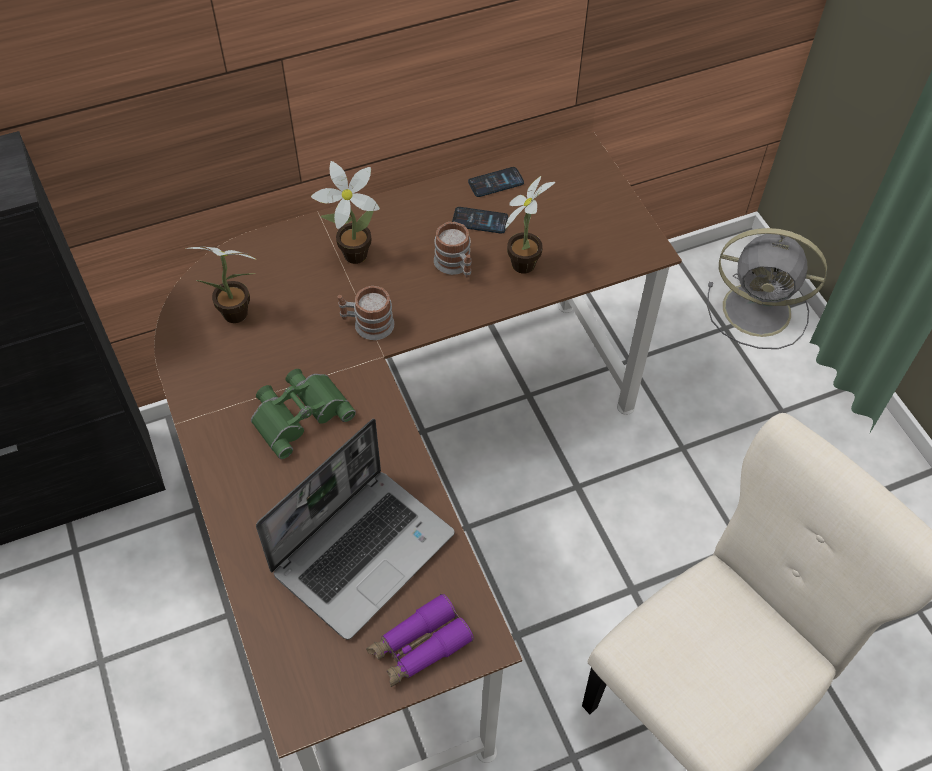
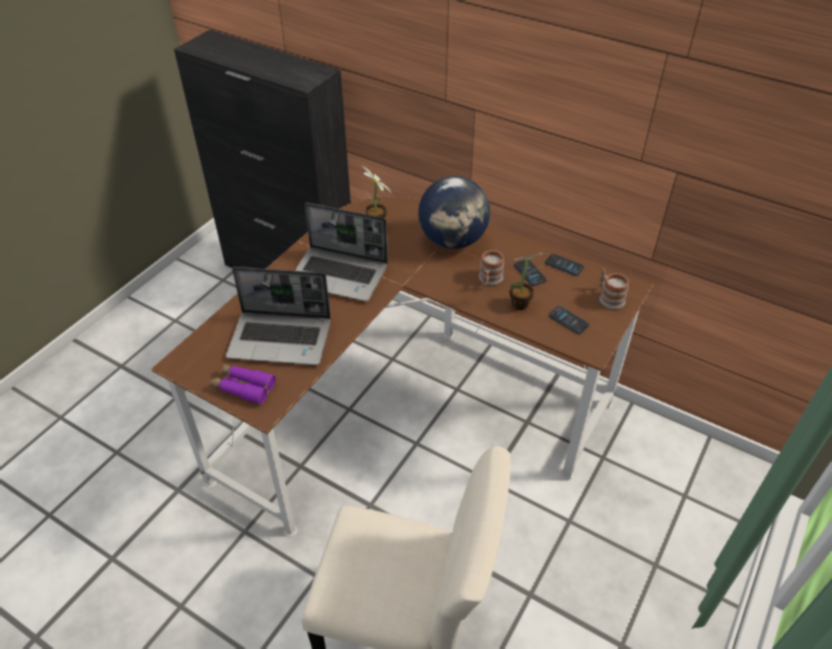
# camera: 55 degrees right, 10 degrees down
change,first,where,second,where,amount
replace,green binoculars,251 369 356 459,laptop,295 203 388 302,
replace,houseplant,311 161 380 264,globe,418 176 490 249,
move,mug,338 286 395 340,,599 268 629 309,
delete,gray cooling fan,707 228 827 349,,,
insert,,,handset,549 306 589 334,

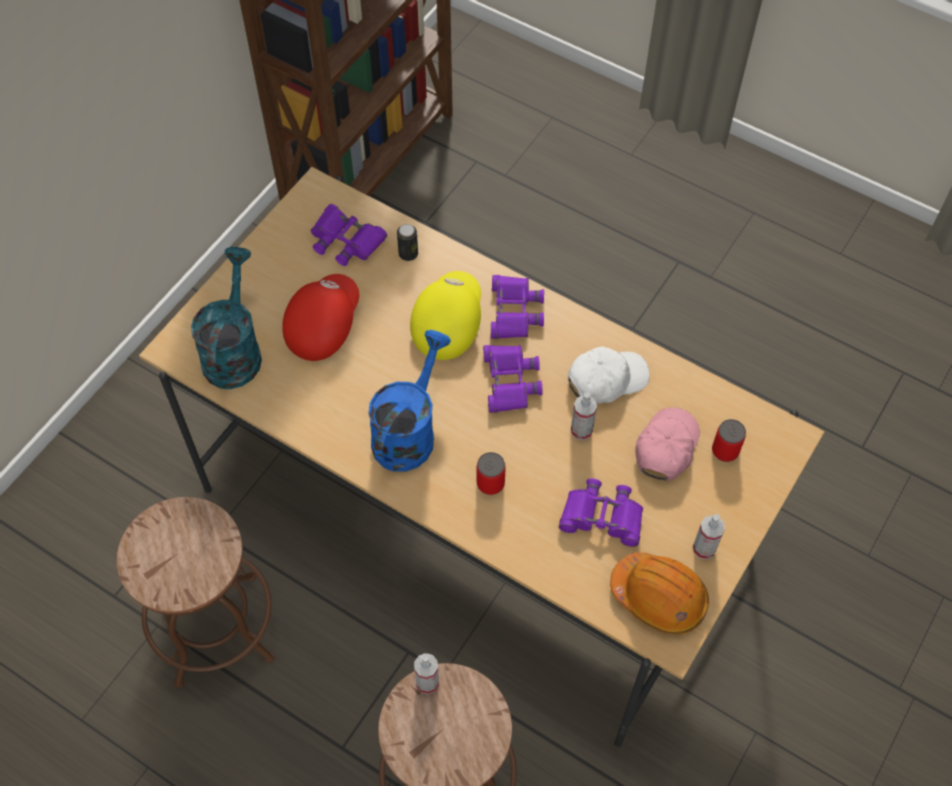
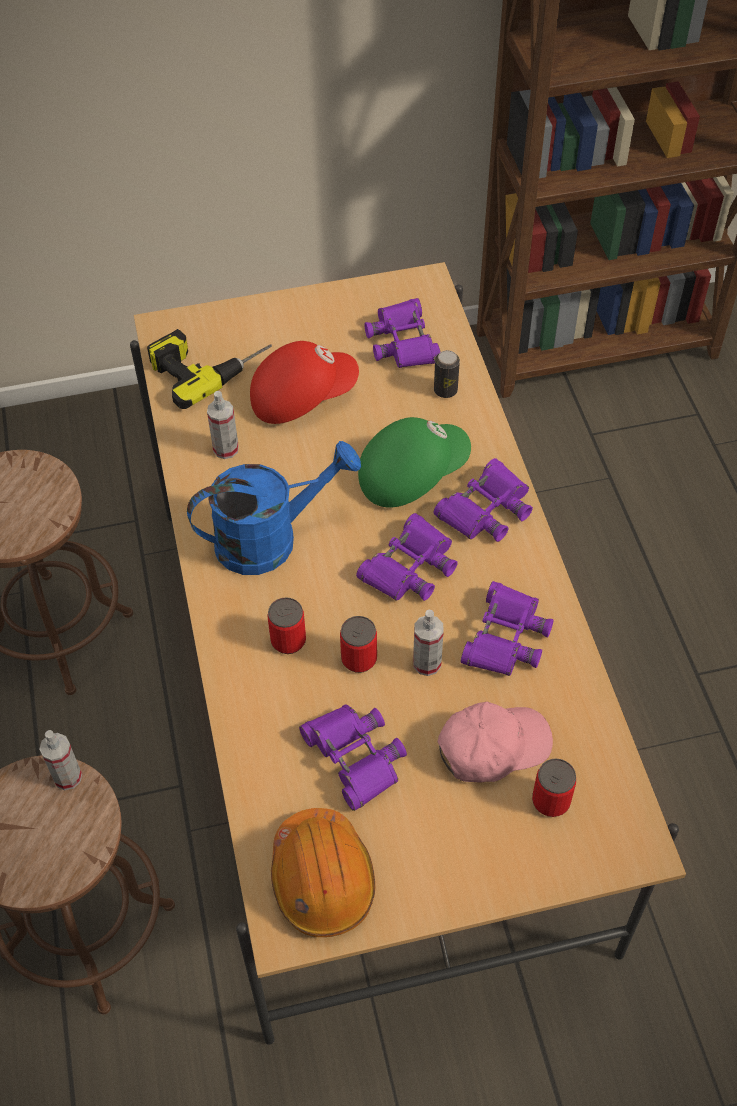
# camera: 45 degrees right, 5 degrees down
change,first,where,second,where,amount
replace,turquoise watering pot,191 247 262 389,power drill,147 329 272 409,
recolor,yellow baseball cap,410 271 481 360,green baseball cap,358 417 471 508,
replace,whitish baseball cap,568 346 650 404,purple binoculars,461 581 554 676,
move,sprayer,693 514 725 560,,207 391 239 459,
insert,,,sealed can,340 616 377 673,

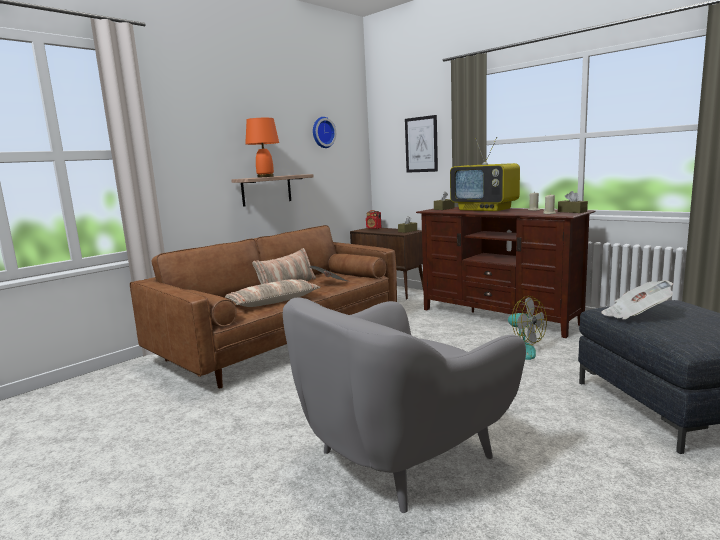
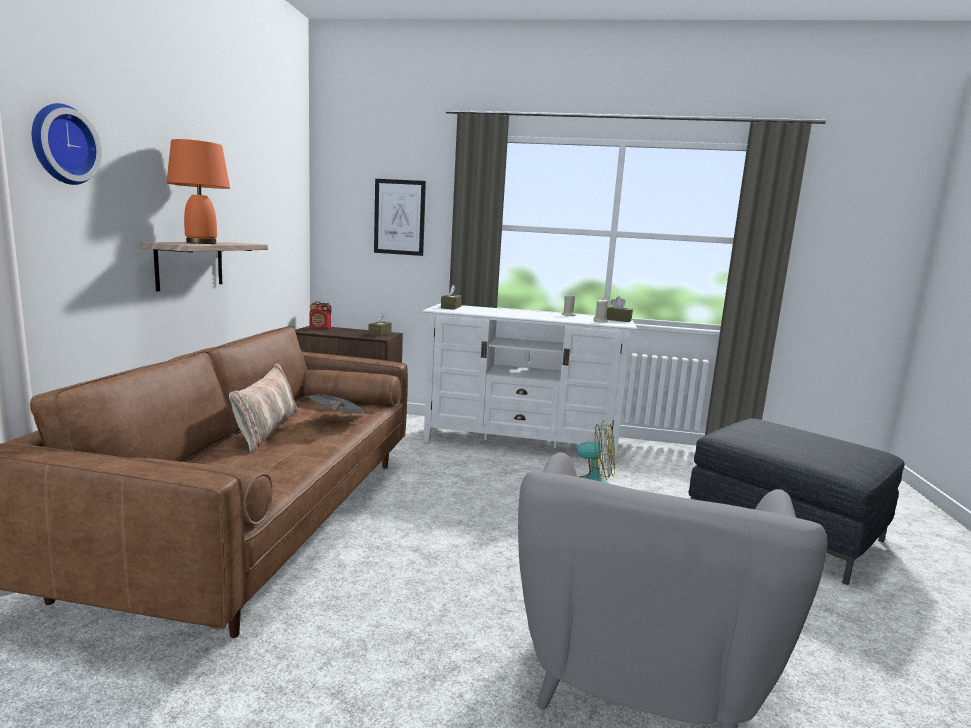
# camera: 35 degrees left, 0 degrees up
change,first,where,second,where,amount
delete,pillow,225 279 320 307,,,
move,clock on the wall,313 117 336 148,,32 103 102 185,
recolor,brownish tv stand,416 207 596 338,whitish tv stand,422 304 637 464,
delete,TV set,450 137 520 211,,,
delete,printed paper,601 281 673 319,,,

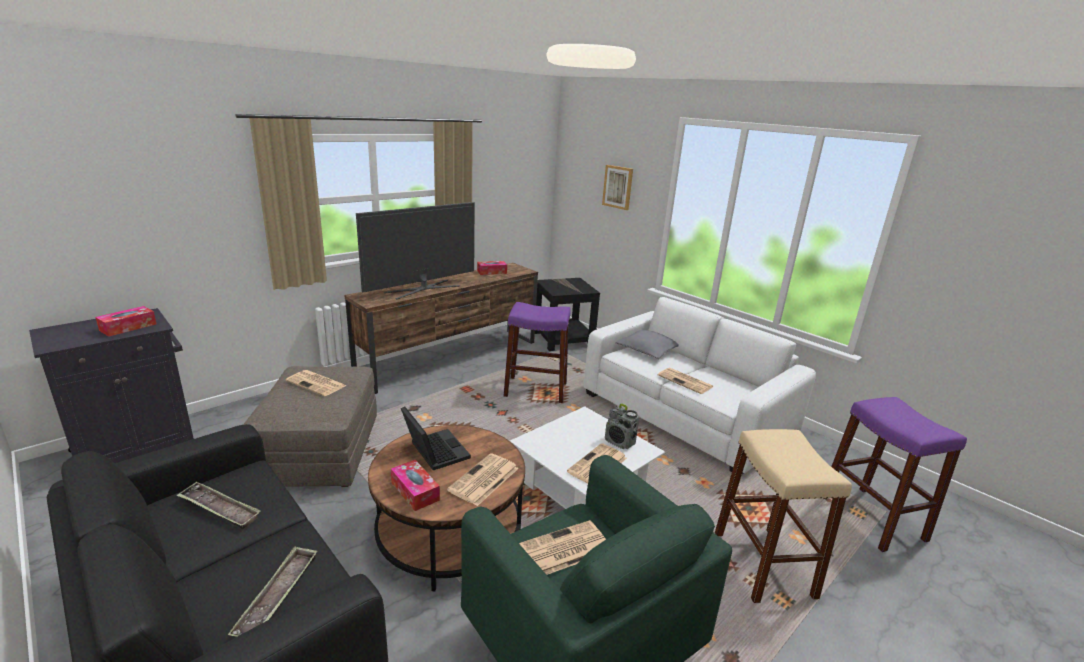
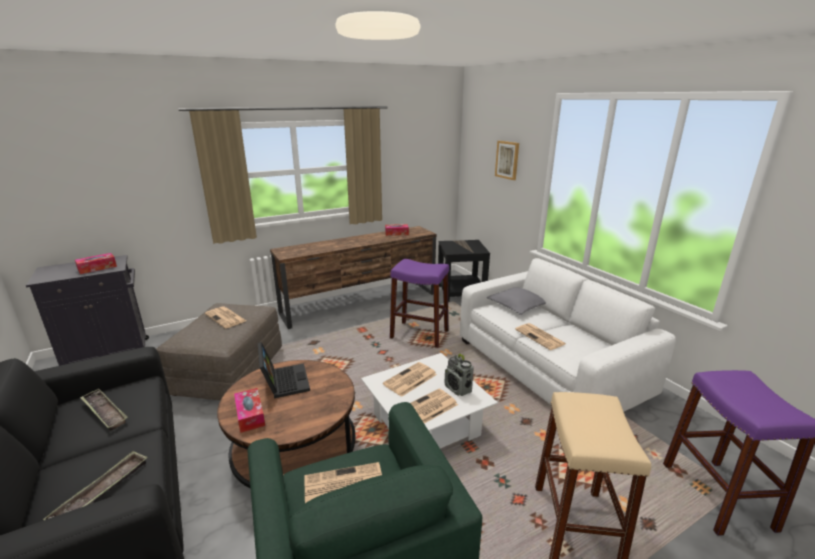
# camera: 15 degrees right, 0 degrees up
change,first,where,second,where,amount
delete,TV set,356 202 475 300,,,
move,printed paper,447 453 519 506,,383 362 437 397,

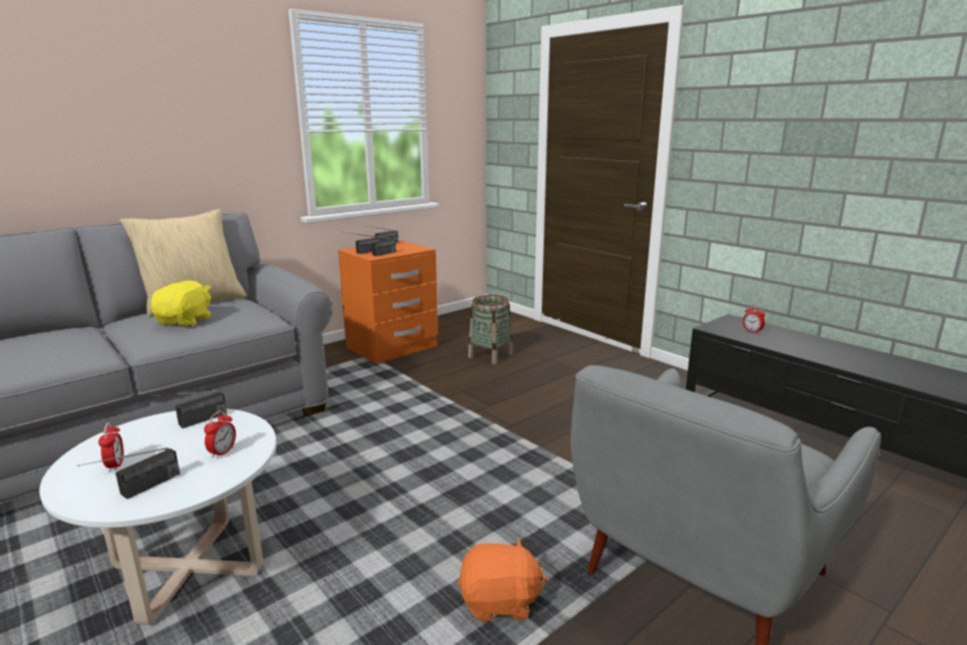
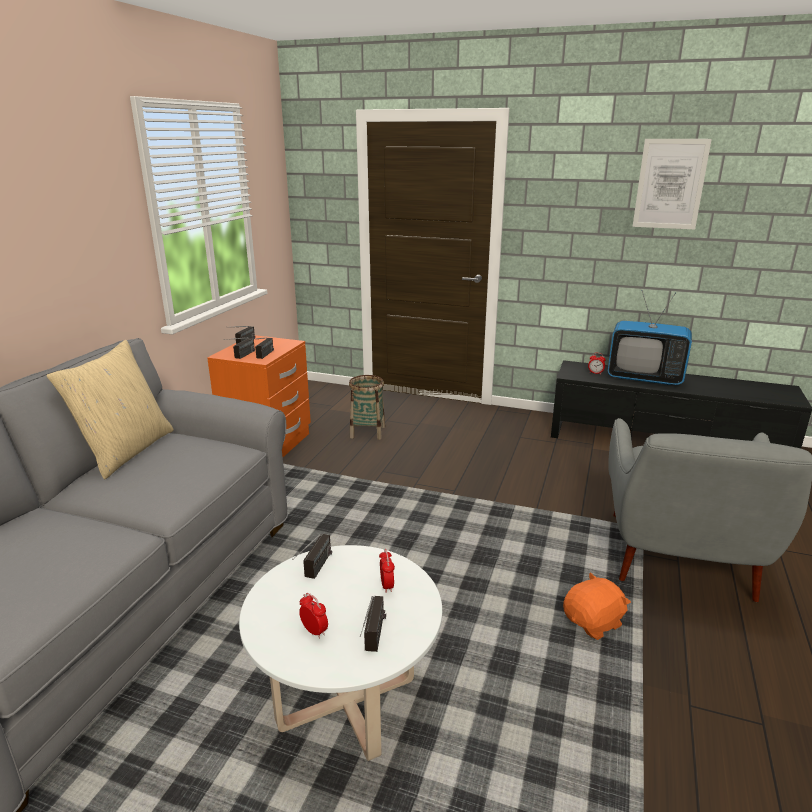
# camera: 30 degrees left, 5 degrees up
change,first,where,second,where,amount
delete,yellow plush toy,151 280 211 327,,,
insert,,,TV set,608 290 692 385,
insert,,,wall art,632 139 712 229,

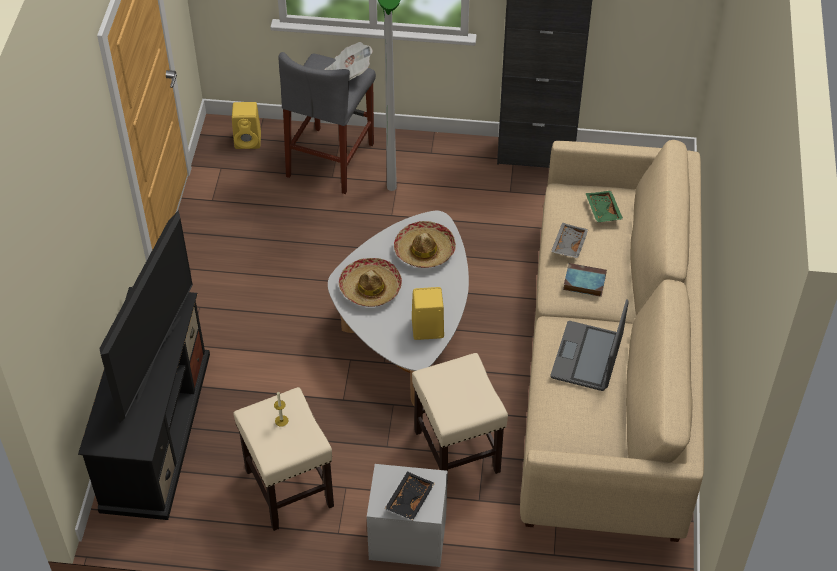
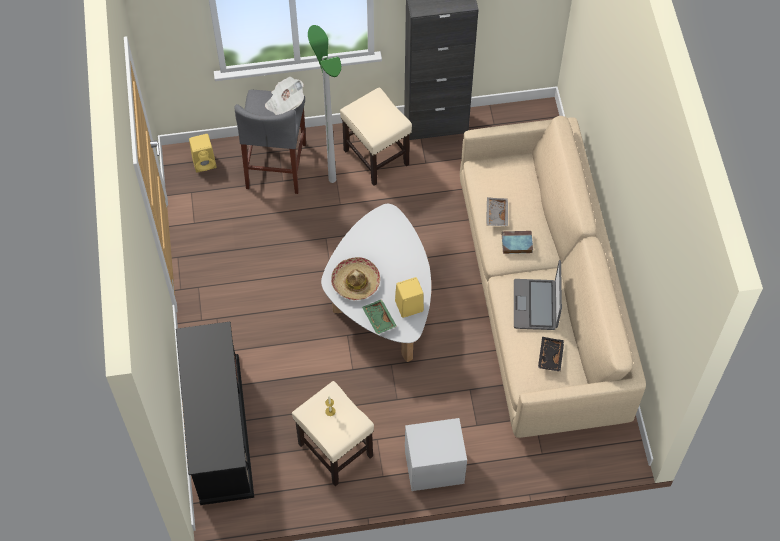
# camera: 15 degrees left, 10 degrees up
change,first,where,second,where,amount
delete,TV set,99 210 193 424,,,
move,blackish serving tray,385 471 435 520,,538 337 564 372,
delete,clothing hat,394 221 456 268,,,
move,sand-coloured stool,412 353 508 483,,340 87 412 186,
move,green serving tray,586 191 623 222,,362 299 397 334,

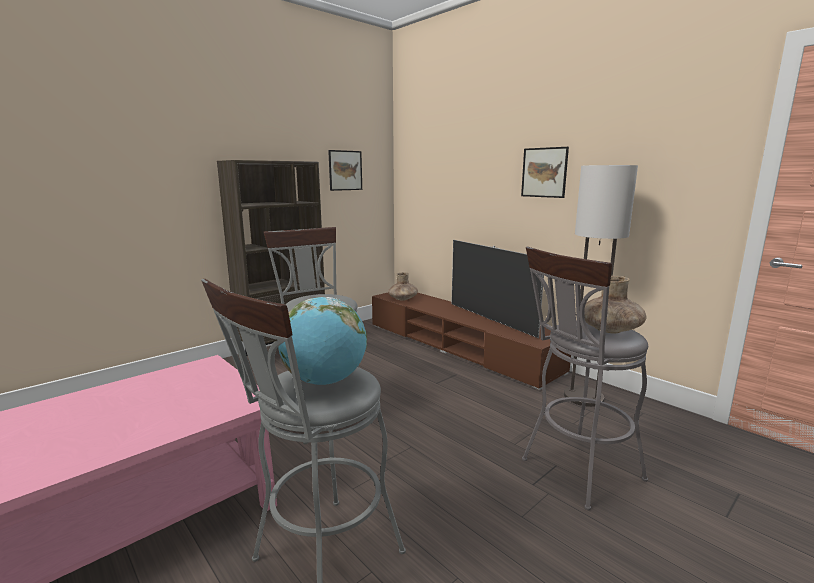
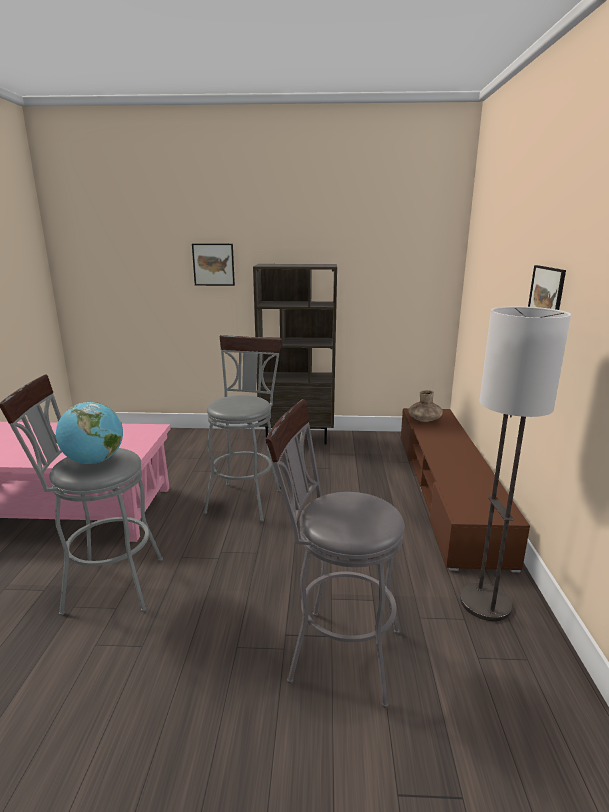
# camera: 45 degrees right, 5 degrees up
change,first,where,second,where,amount
move,wall art,328 150 362 191,,192 244 235 286,
delete,TV set,451 240 544 338,,,
delete,brownish flower vase,584 276 647 333,,,

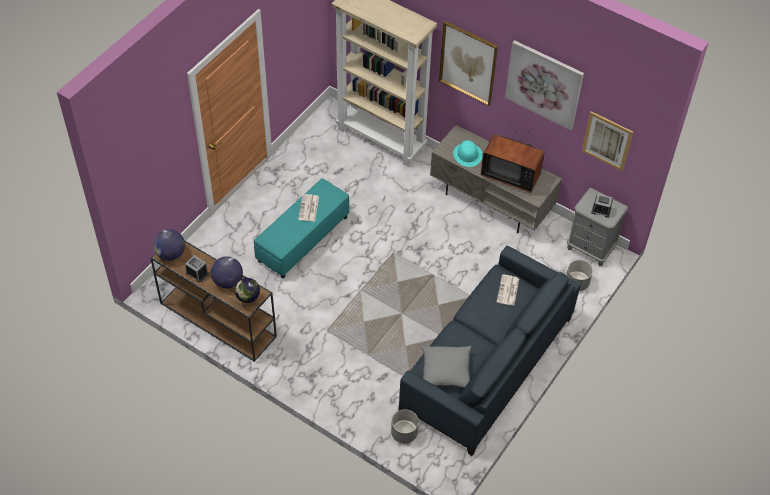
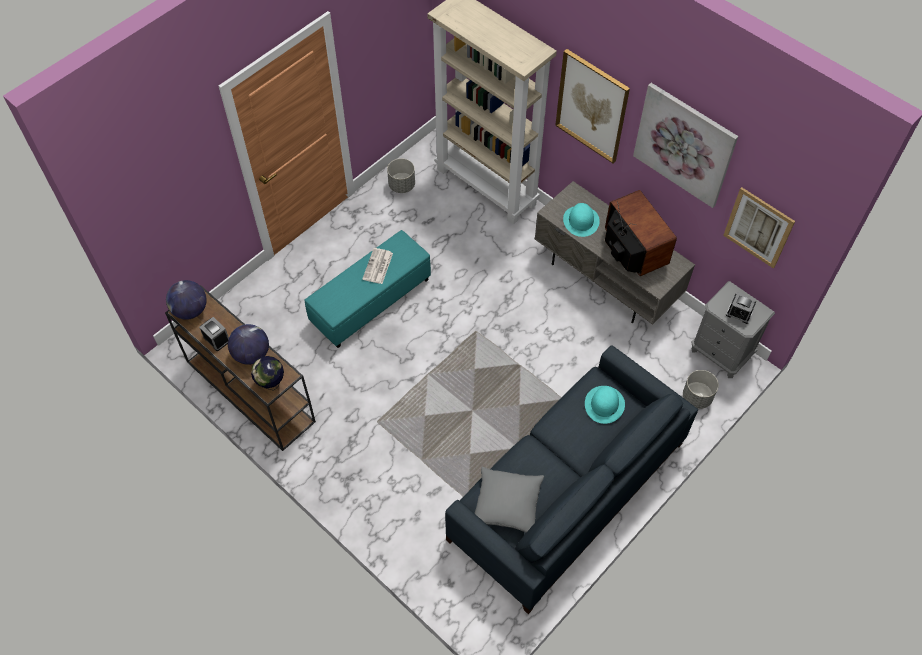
# camera: 10 degrees right, 5 degrees up
change,first,where,second,where,amount
move,gray plant pot,391 409 419 444,,387 158 415 193,
rotate,TV set,481 124 545 193,,605 190 677 276,150 degrees counterclockwise
replace,printed paper,497 274 519 306,turquoise clothing hat,585 386 625 424,

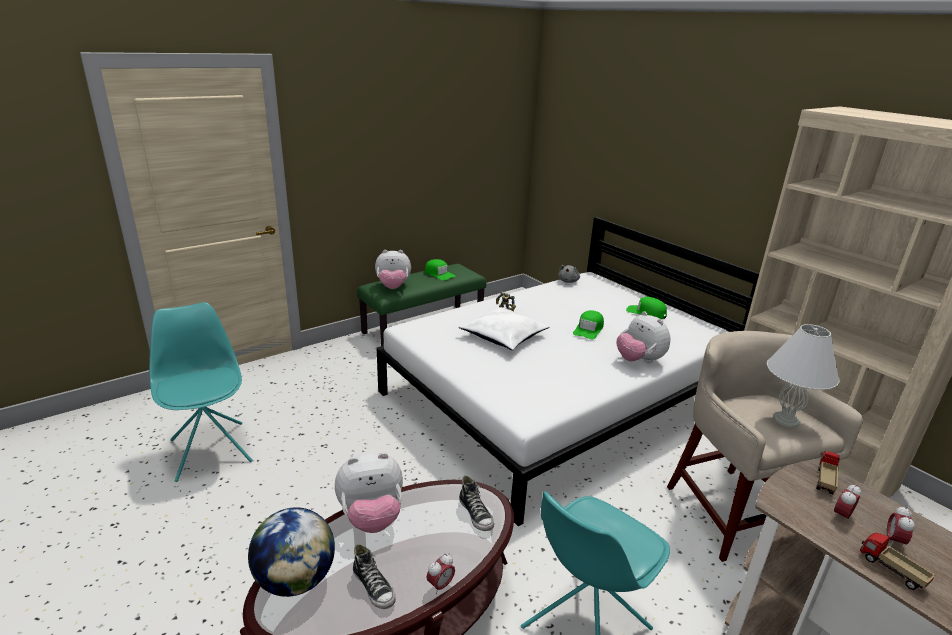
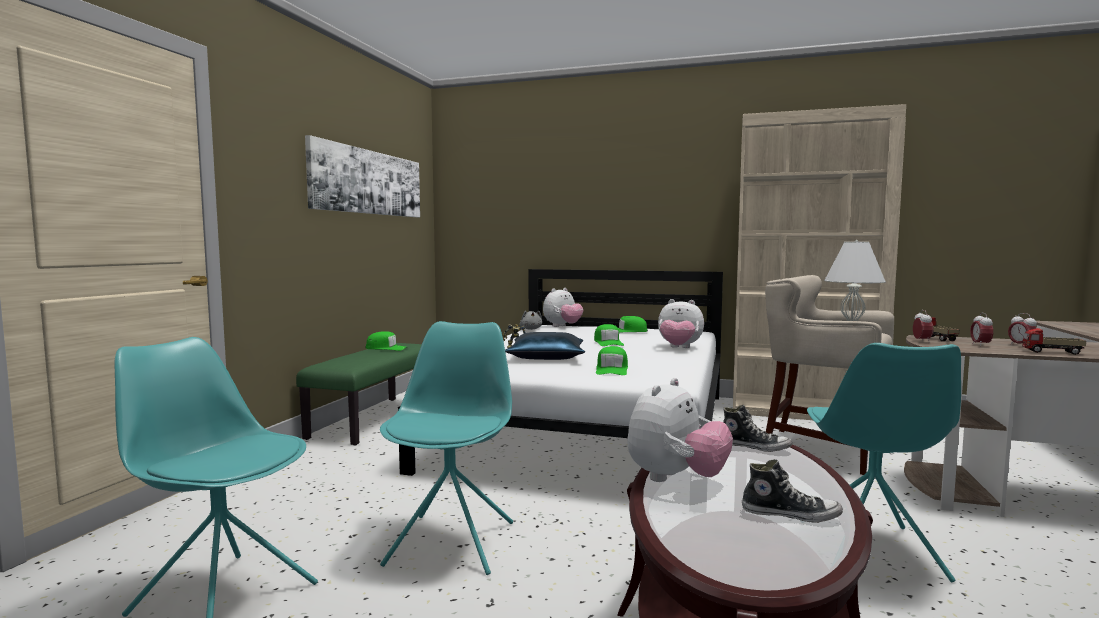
# camera: 35 degrees left, 20 degrees down
change,first,where,second,where,amount
delete,globe,248 507 335 597,,,
move,plush toy,375 250 411 289,,543 288 583 327,
move,bedside clock,426 554 455 594,,913 310 933 343,
recolor,whitish pillow,459 307 549 350,bluish pillow,505 332 585 360,
insert,,,wall art,305 135 420 217,
insert,,,turquoise upright chair,380 321 513 575,
insert,,,green baseball cap,596 346 628 375,

